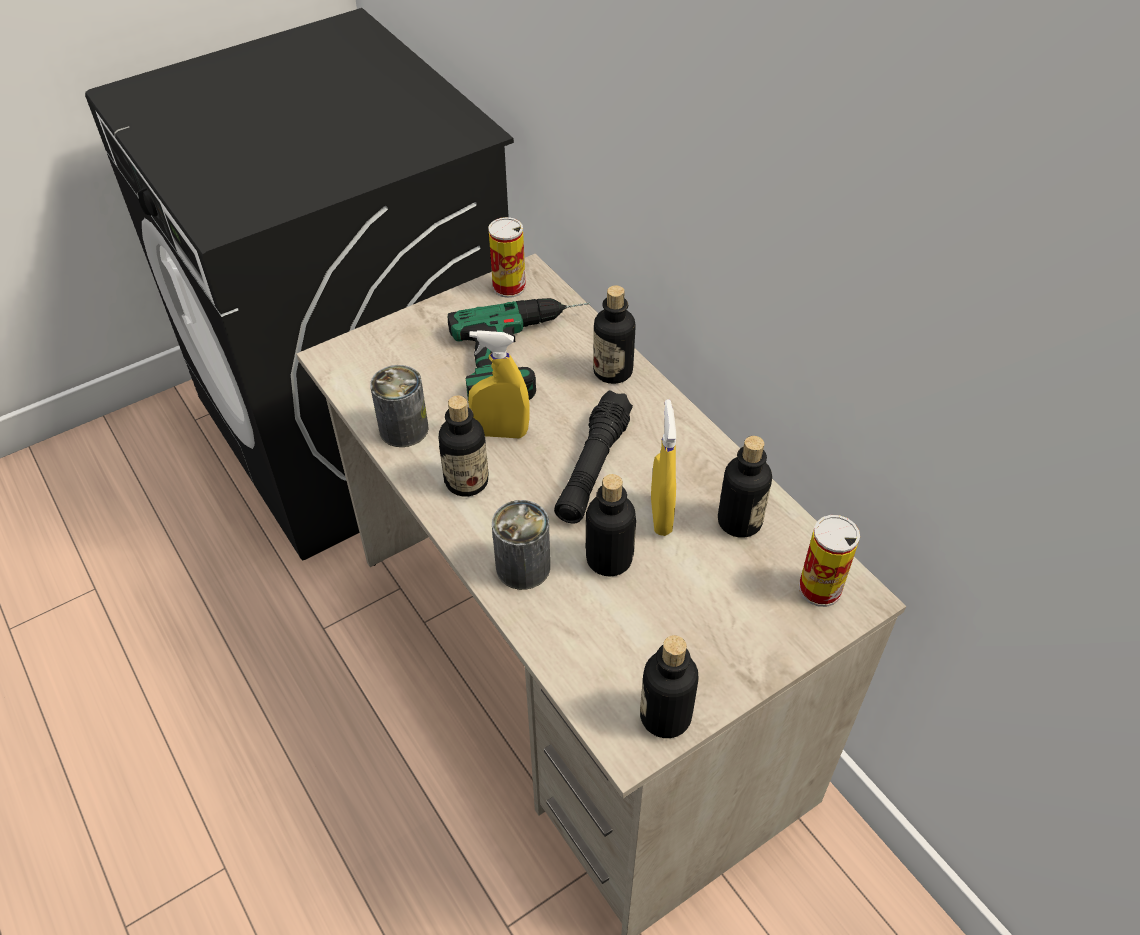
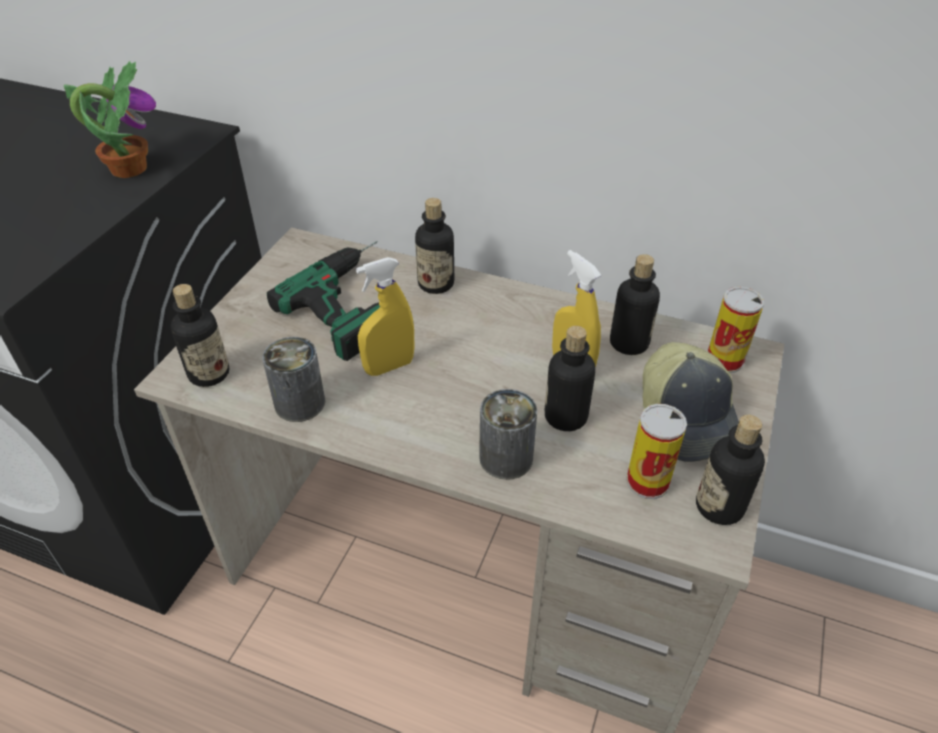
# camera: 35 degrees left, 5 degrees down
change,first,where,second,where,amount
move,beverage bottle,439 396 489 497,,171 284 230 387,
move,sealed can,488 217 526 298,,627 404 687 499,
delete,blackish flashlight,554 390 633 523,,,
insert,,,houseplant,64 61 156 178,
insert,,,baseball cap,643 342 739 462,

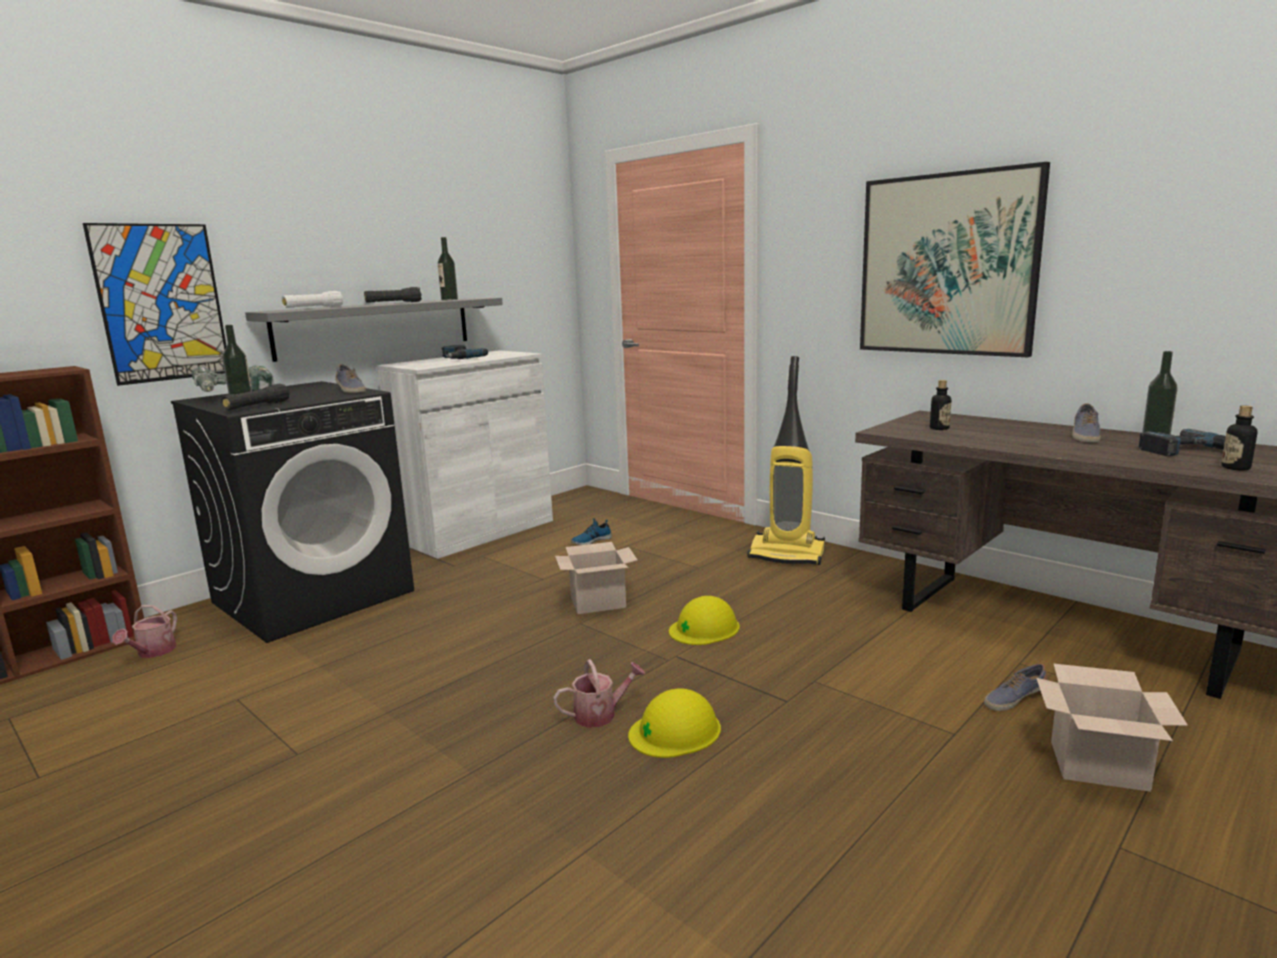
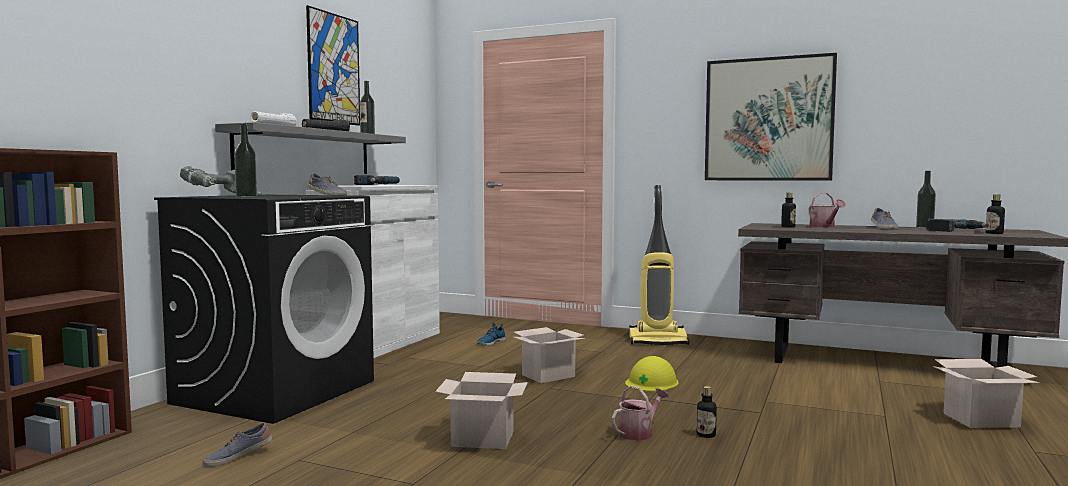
# camera: 20 degrees left, 10 degrees down
change,first,where,second,where,amount
move,wall art,83 223 227 386,,306 5 360 126,
move,watering pot,112 605 177 658,,808 193 846 228,
delete,blackish flashlight,221 384 290 410,,,
replace,yellow hard hat,628 688 721 758,beverage bottle,697 386 717 438,
move,low shoe,984 663 1048 711,,203 422 272 467,
insert,,,carton,435 372 528 449,

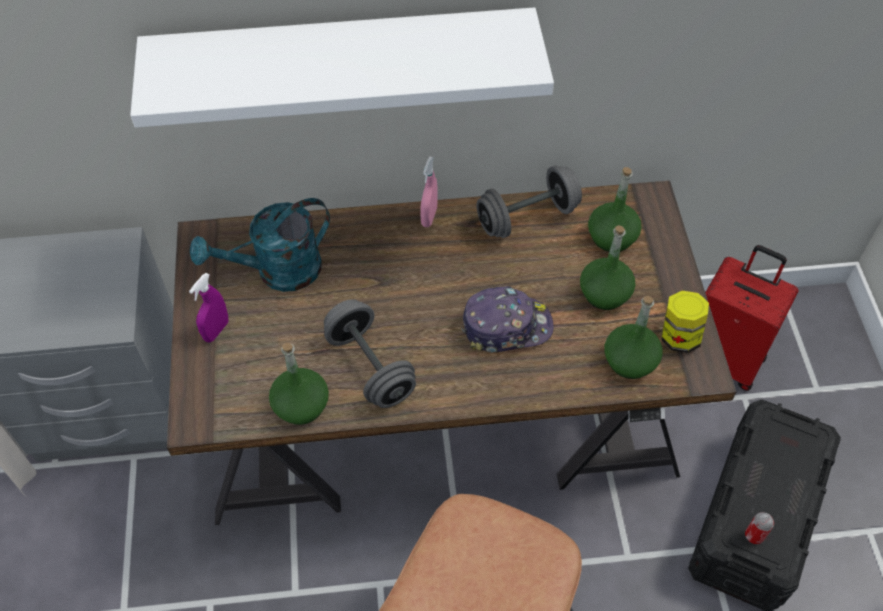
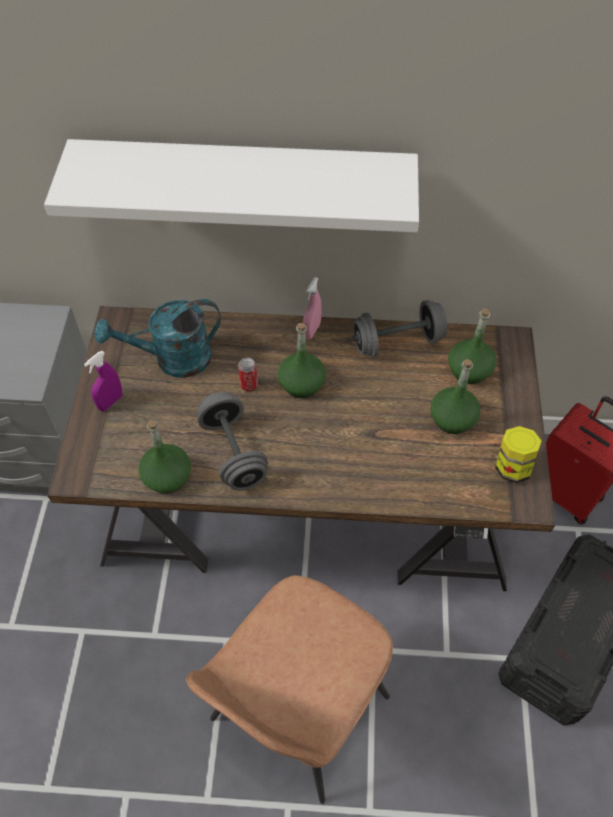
# camera: 10 degrees right, 0 degrees up
change,first,where,second,where,amount
delete,baseball cap,461 286 554 353,,,
move,green beverage bottle,605 296 663 379,,278 323 326 398,
move,sealed can,745 512 774 544,,238 358 258 391,

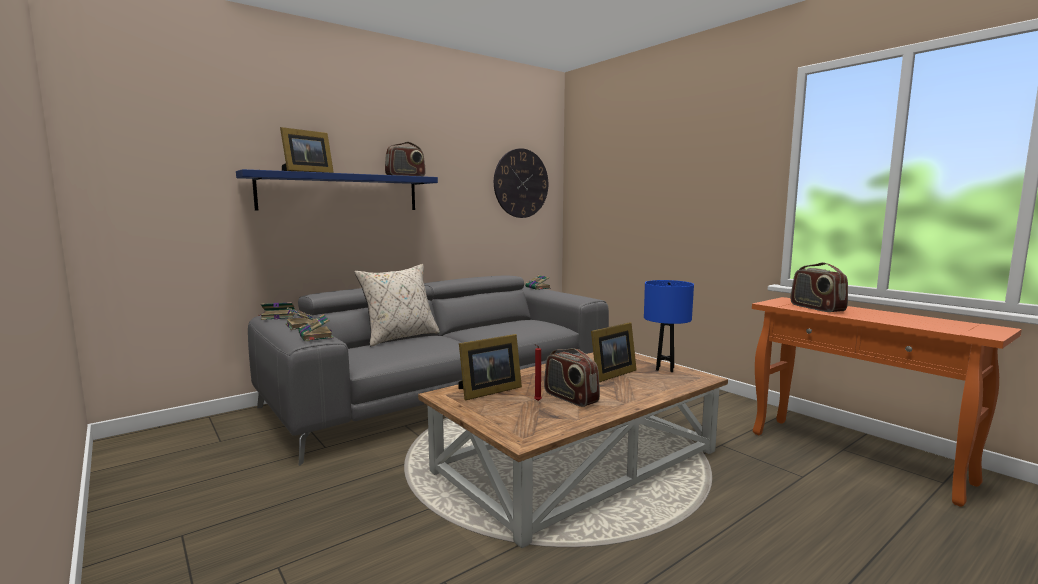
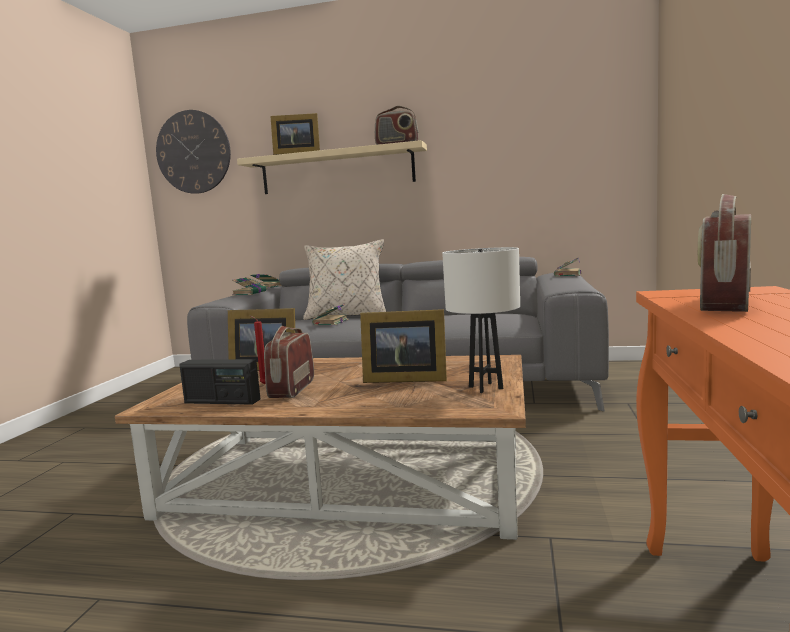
# camera: 50 degrees right, 0 degrees up
change,first,where,second,where,amount
recolor,bluish bracket shelf,236 169 438 210,sand-coloured bracket shelf,237 140 427 194,
move,bound book,299 314 334 341,,312 304 349 325,
move,clock on the wall,494 148 548 218,,156 110 231 194,
recolor,bluish tabletop lamp,644 280 694 372,whitish tabletop lamp,442 247 520 393,
insert,,,radio receiver,179 359 261 404,

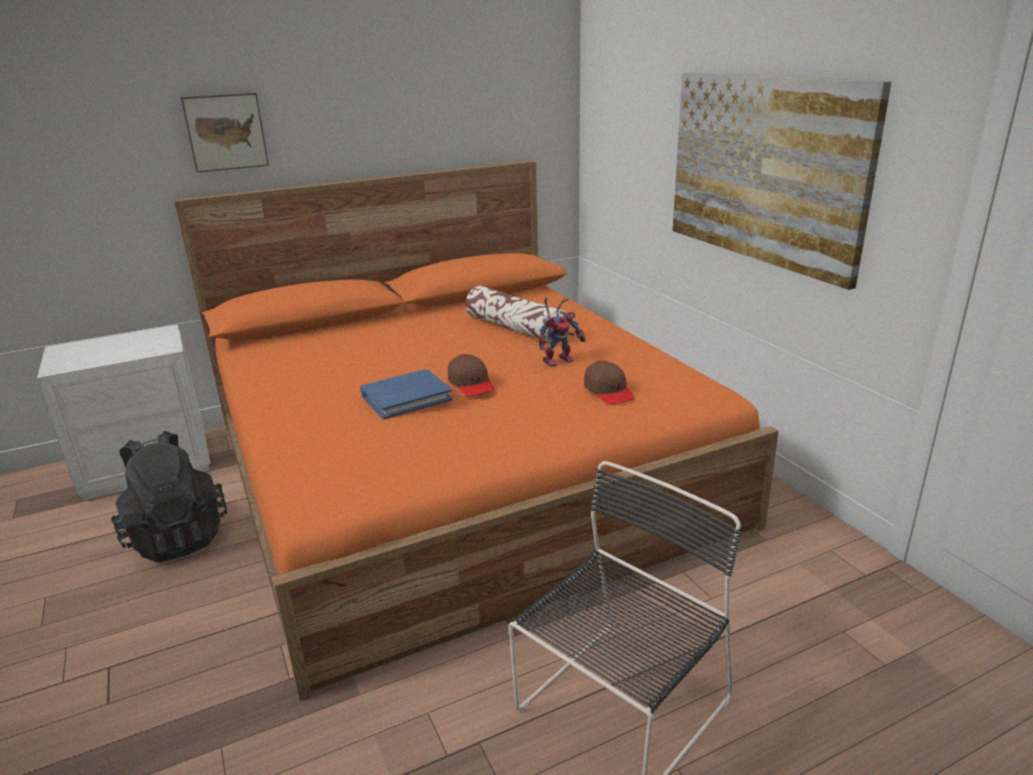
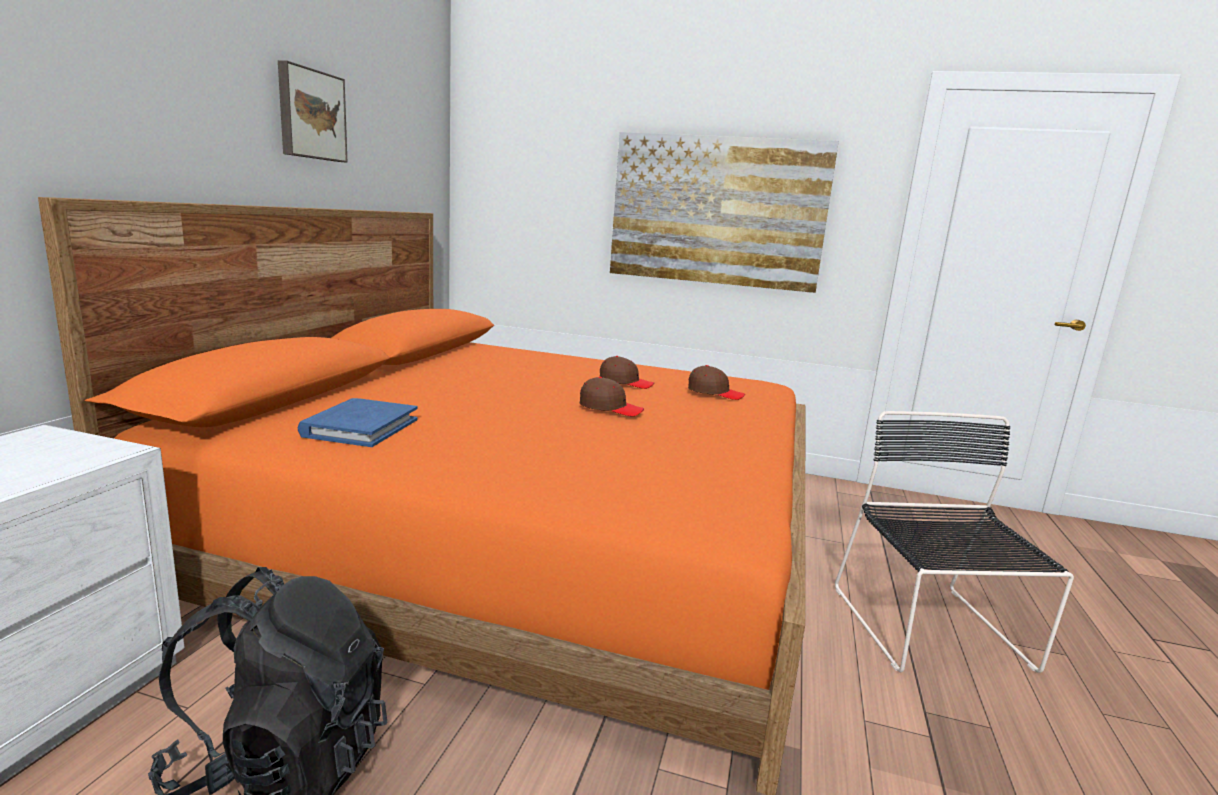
# camera: 50 degrees left, 10 degrees down
change,first,where,second,where,amount
move,wall art,180 93 269 172,,278 60 347 162,
move,bluish bound book,360 369 453 420,,298 398 418 447,
delete,pillow,466 286 567 344,,,
replace,robot figure,538 297 586 367,brownish baseball cap,600 356 654 389,

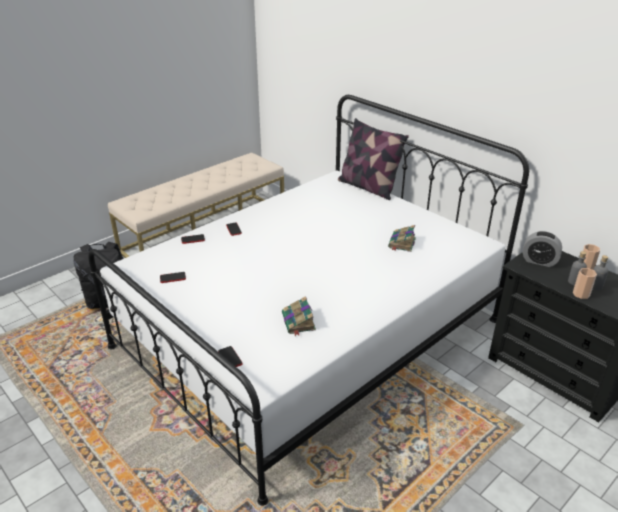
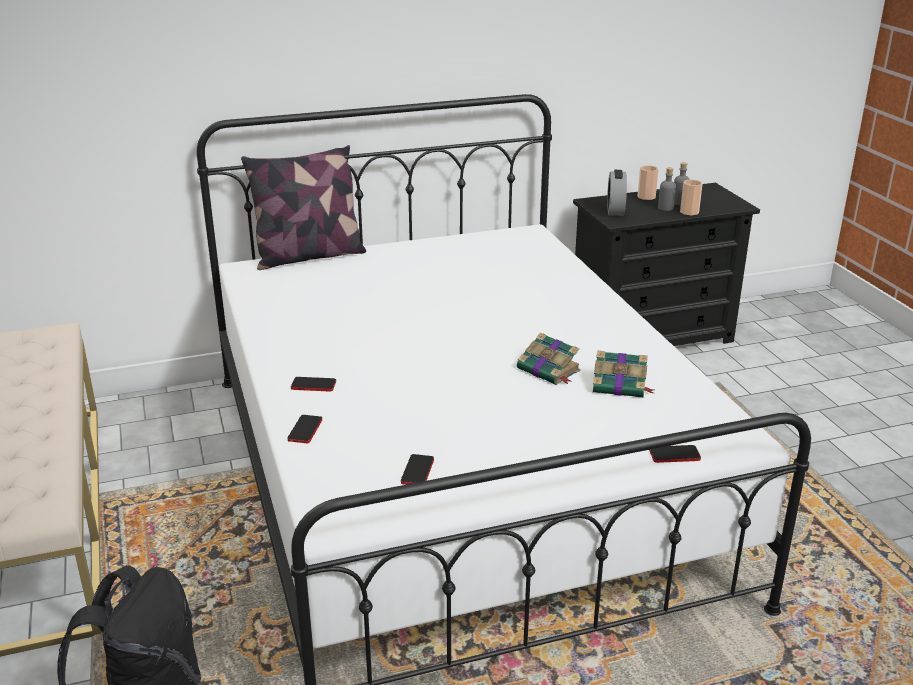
# camera: 65 degrees left, 5 degrees down
change,first,where,second,where,amount
move,bound book,388 225 416 252,,517 332 580 385,
rotate,bedside clock,523 231 562 267,,607 170 627 216,135 degrees clockwise

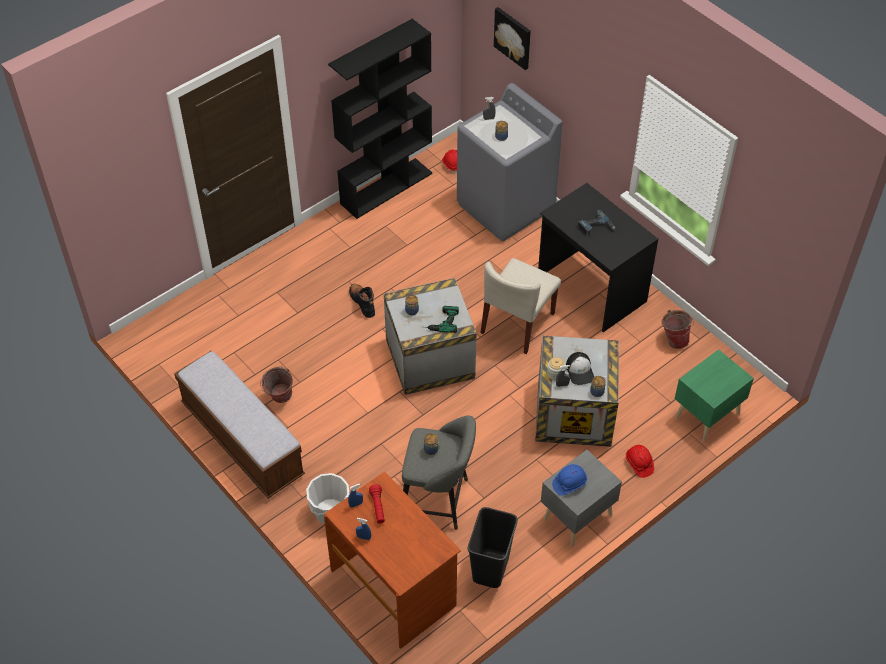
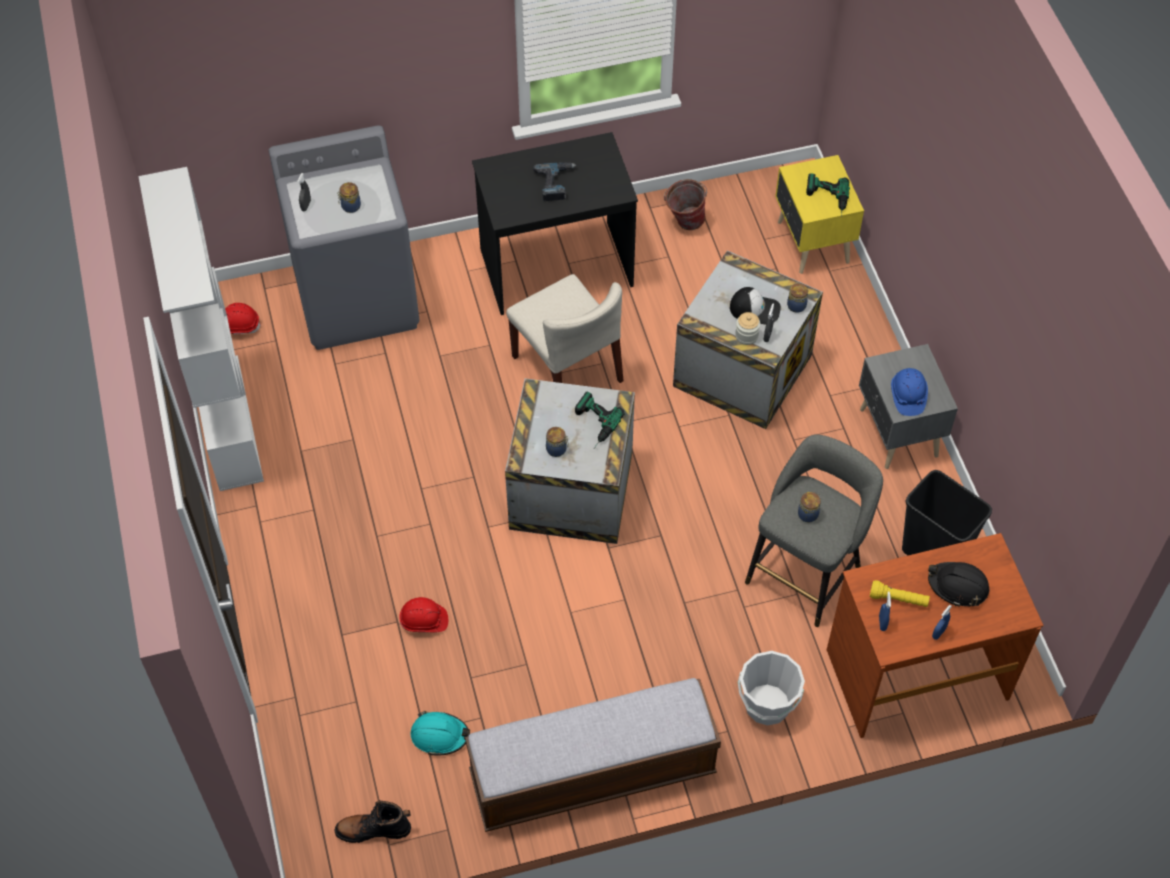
# camera: 65 degrees left, 5 degrees up
change,first,where,second,where,amount
delete,bucket,260 367 293 403,,,
recolor,blackish bookcase,328 19 432 219,whitish bookcase,138 167 264 491,
move,blackish high-top boot,349 283 375 318,,335 800 411 843,
recolor,red-coloured flashlight,369 484 385 524,yellow flashlight,870 580 930 607,
delete,wall art,494 7 531 70,,,
move,red-coloured hard hat,626 445 654 478,,399 597 448 633,
recolor,green nightstand,675 349 754 442,yellow nightstand,775 155 864 274,
insert,,,turquoise hard hat,411 711 470 756,
insert,,,power drill,806 173 850 216,
insert,,,blackish hard hat,928 562 989 607,

